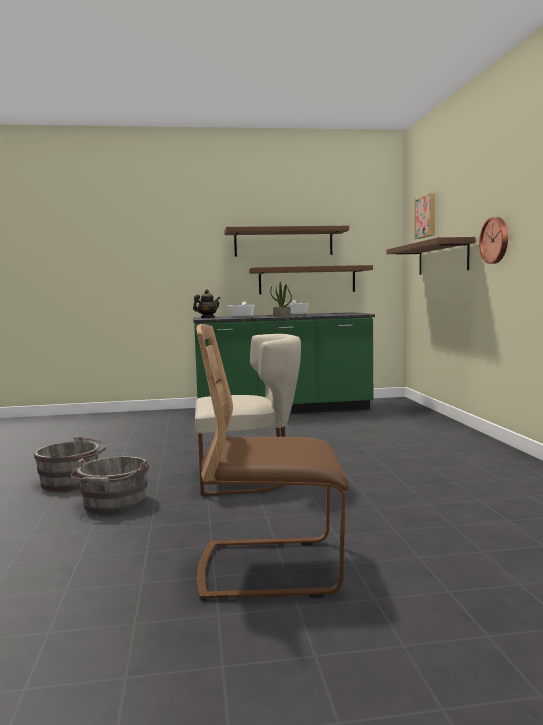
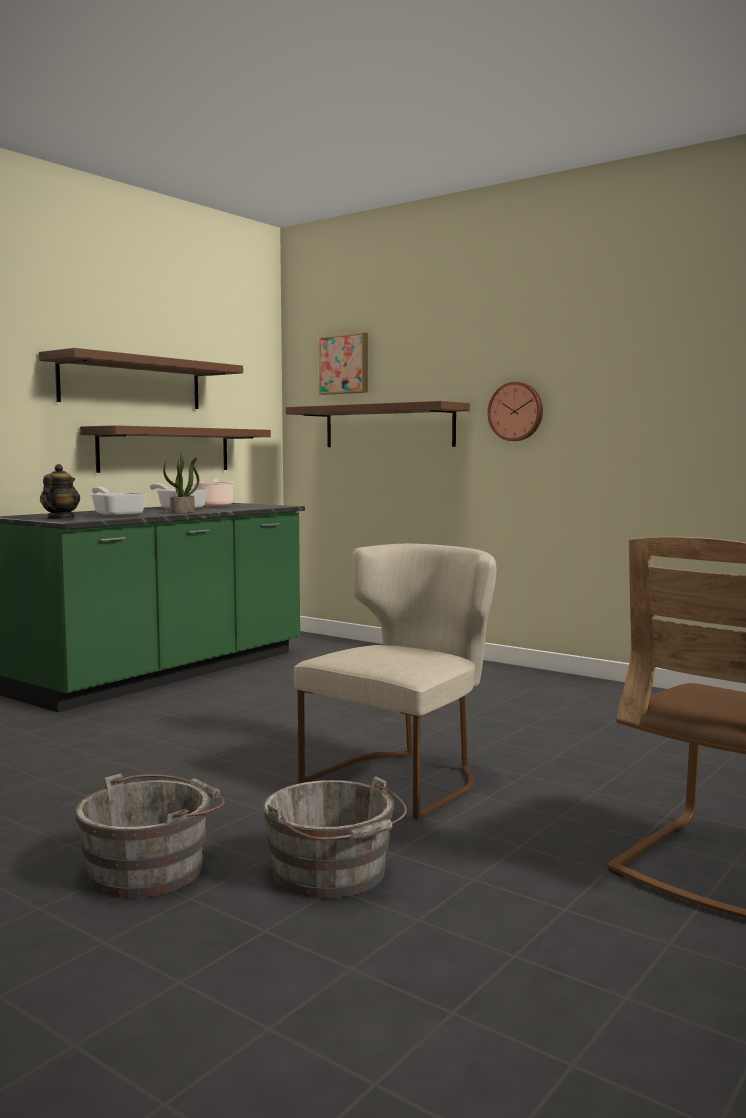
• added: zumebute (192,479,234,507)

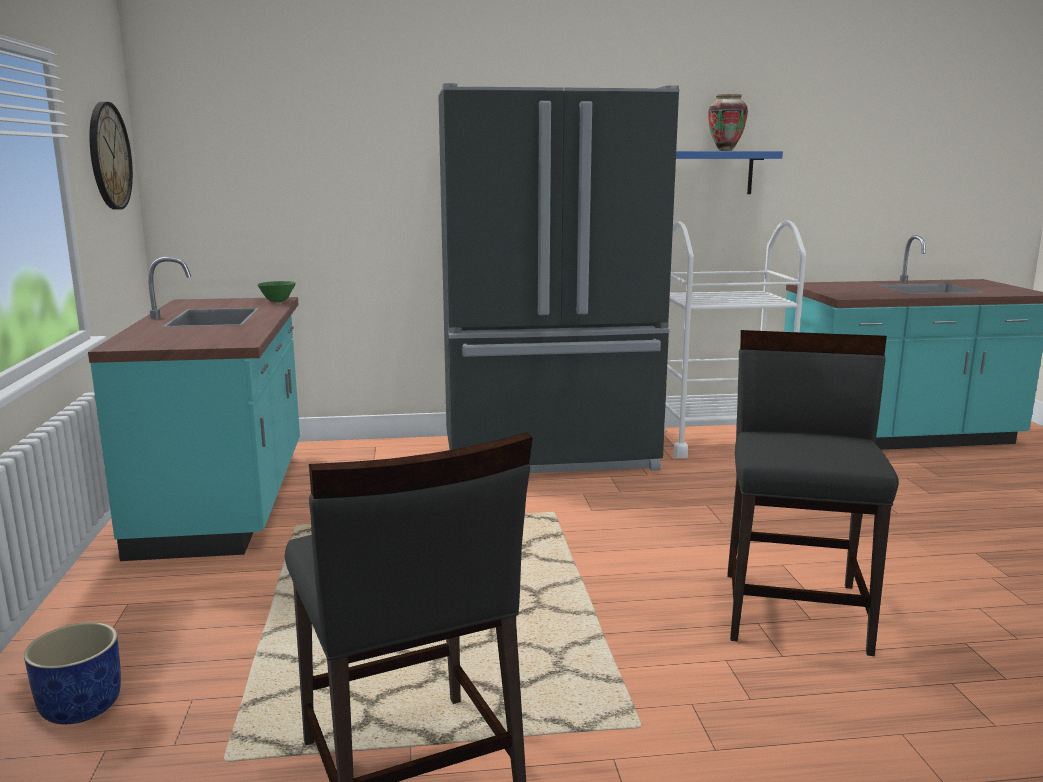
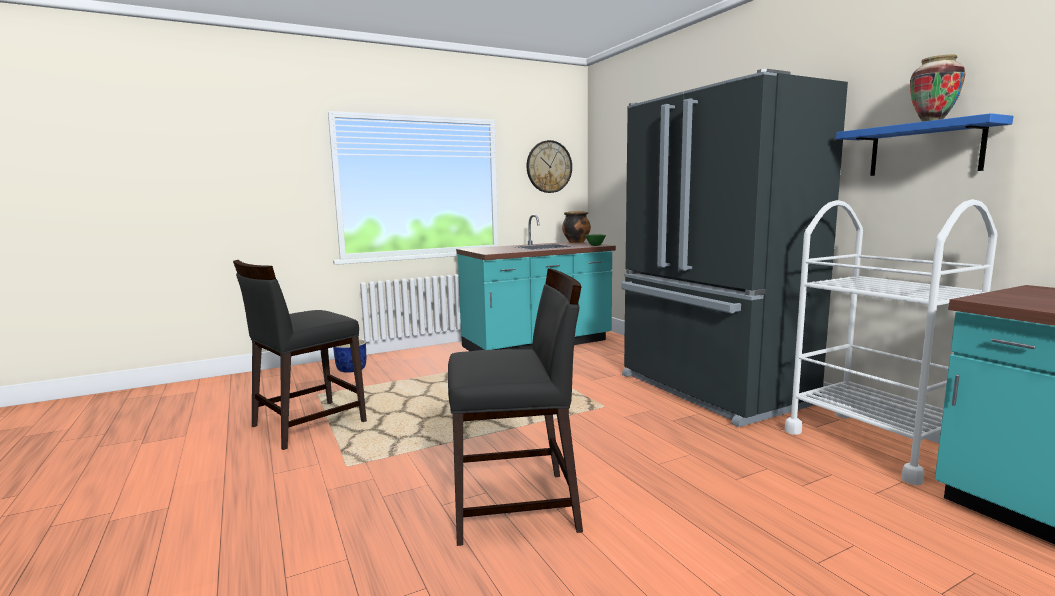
• added: zumebute (562,211,591,243)

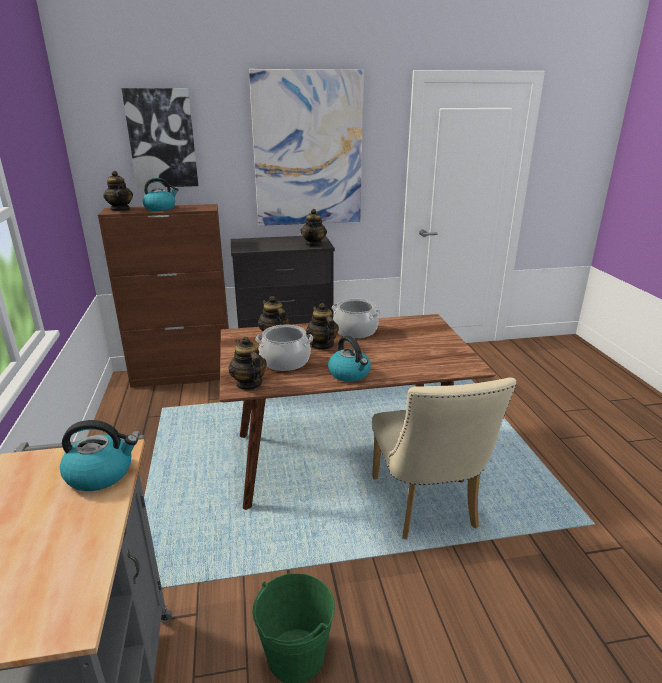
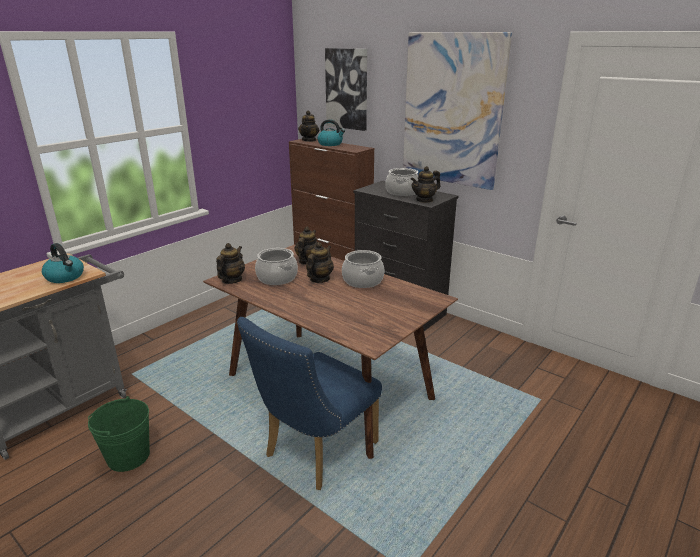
• removed: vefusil (328,336,371,382)
• recoloured: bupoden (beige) (372,377,516,540) to bupoden (blue) (237,317,382,490)
• added: zumebute (385,168,418,196)

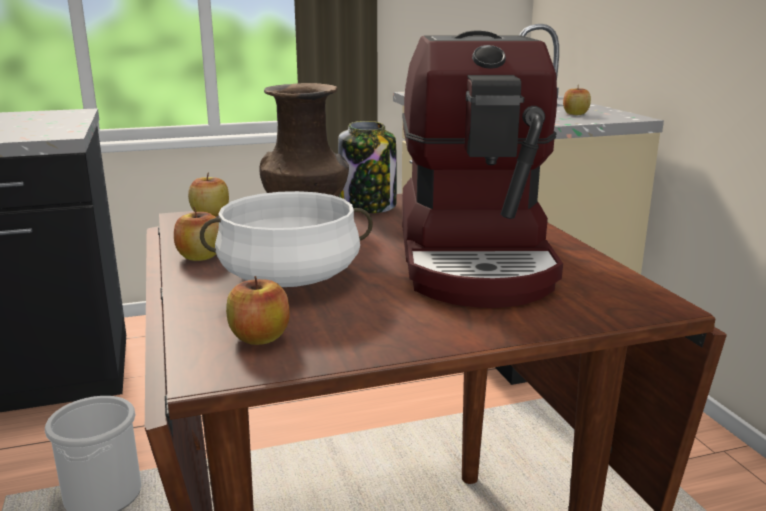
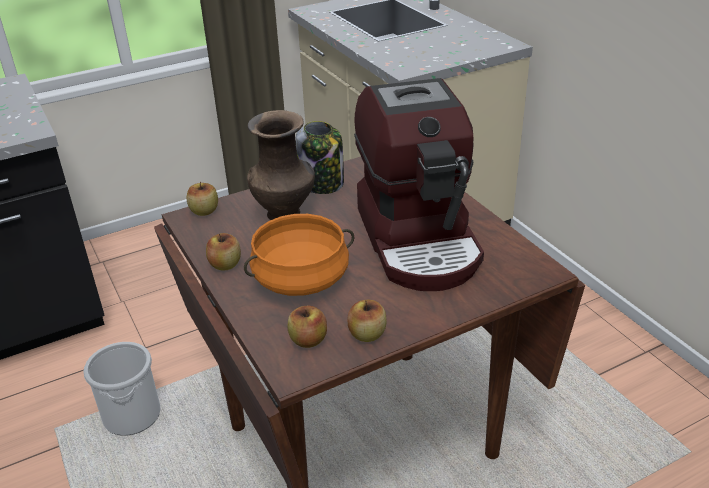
• moved: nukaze (563,88,591,115) to (348,300,386,342)
• recoloured: zumebute (white) (200,191,373,287) to zumebute (orange) (244,214,354,296)

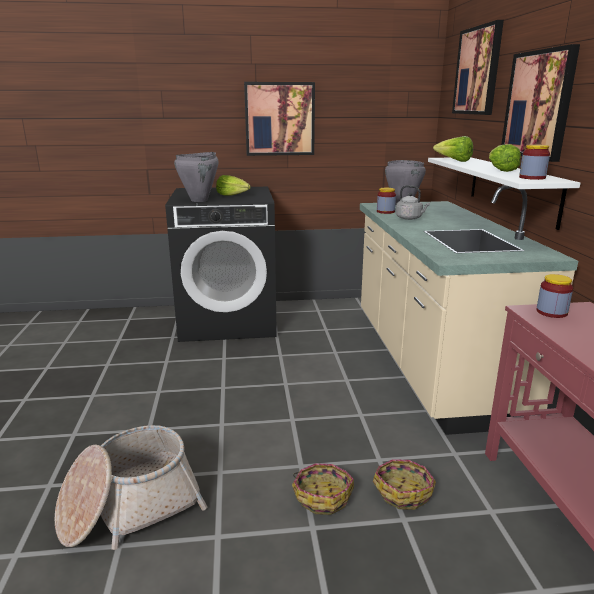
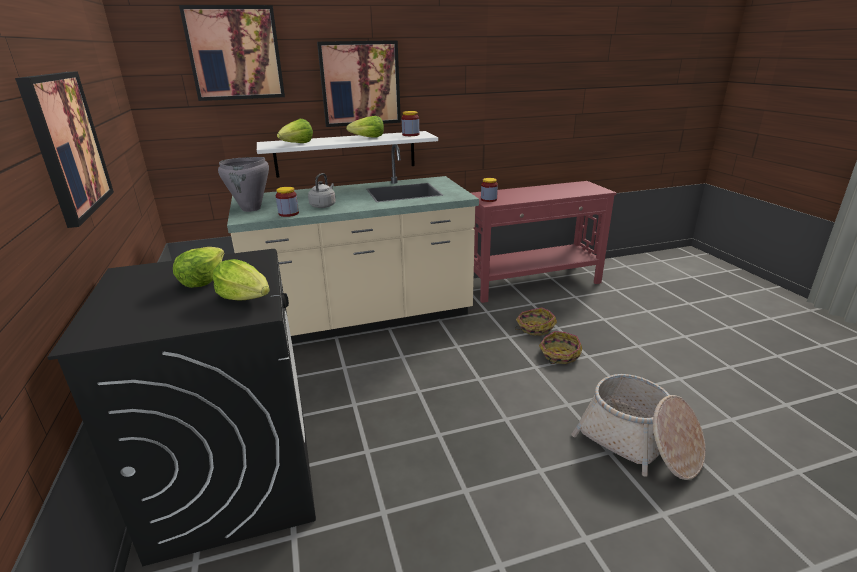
• replaced: zumebute (grey) (174,152,218,202) to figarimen (212,259,270,301)

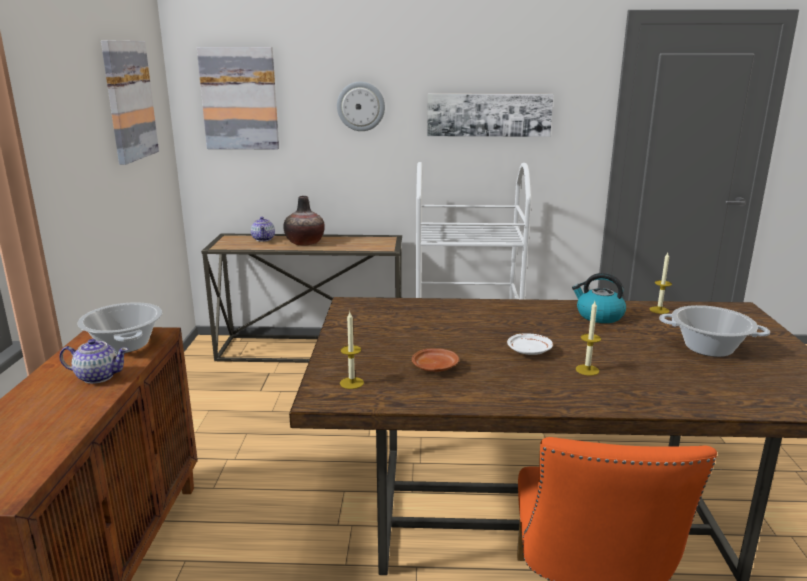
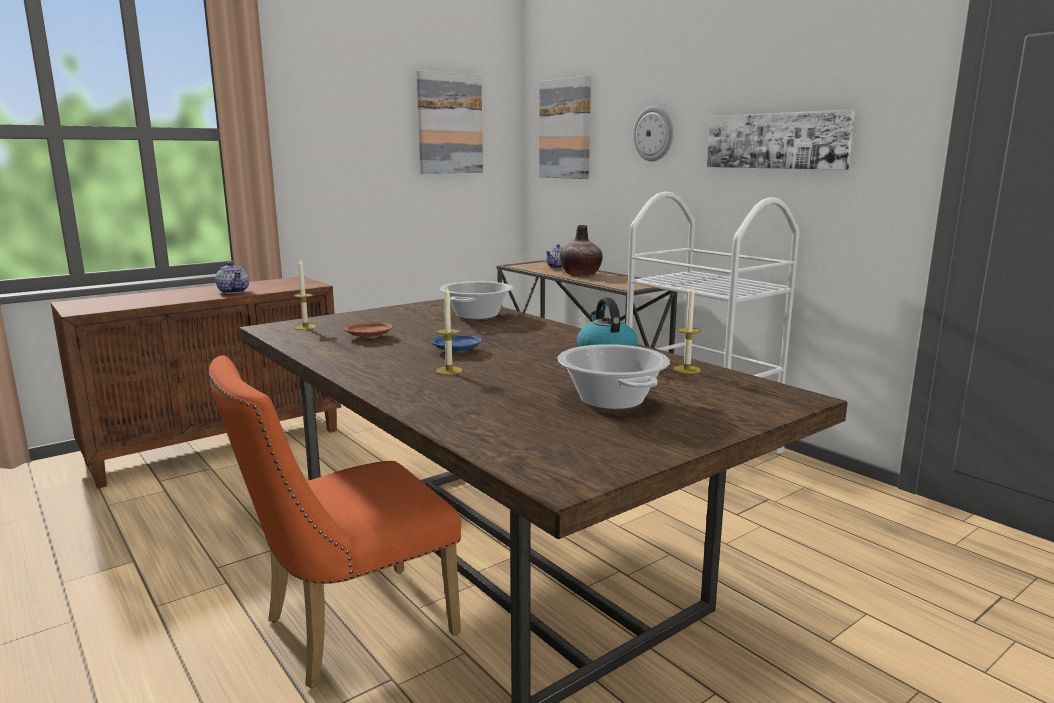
• moved: zumebute (77,302,163,354) to (440,281,513,320)
• recoloured: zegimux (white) (507,333,553,355) to zegimux (blue) (431,334,482,353)

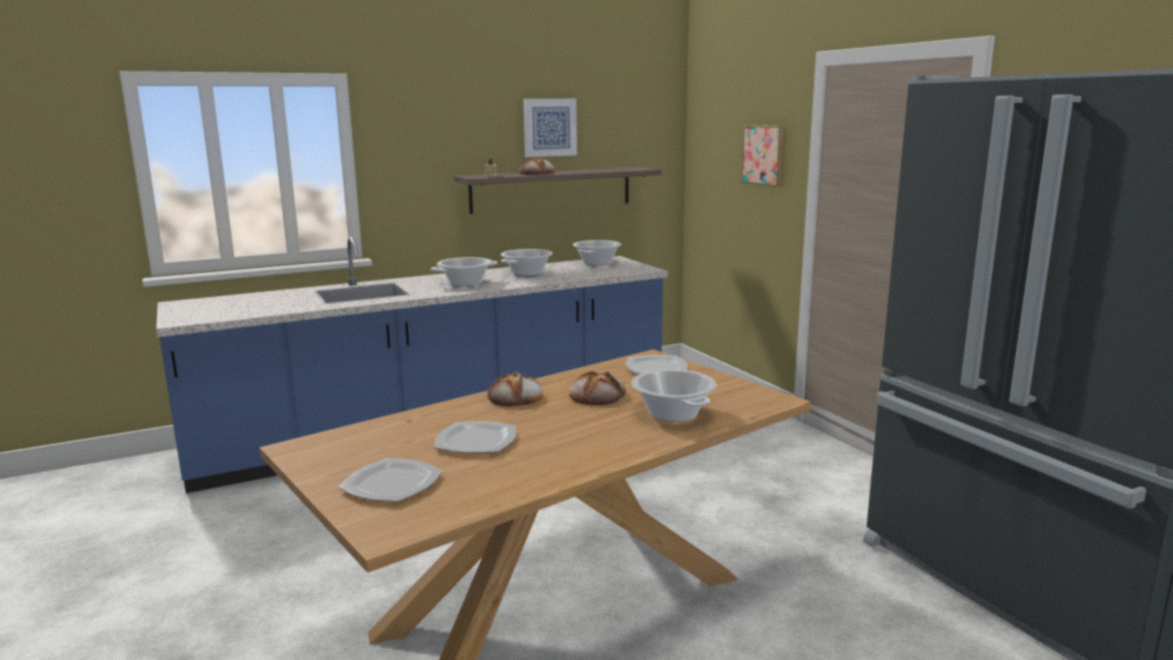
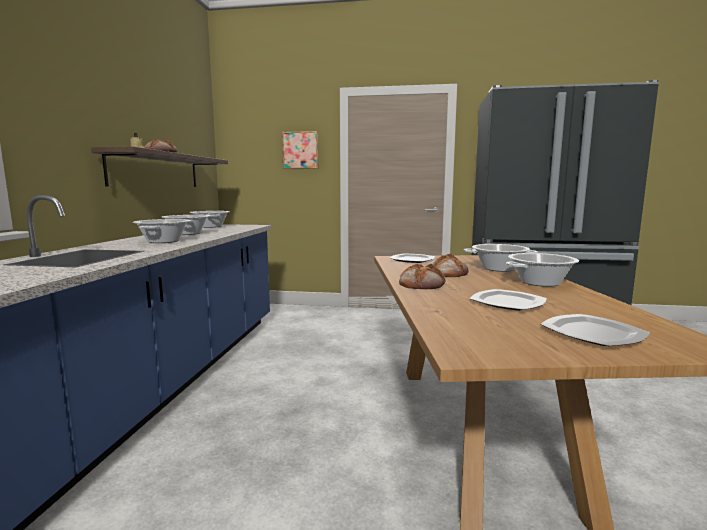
• removed: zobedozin (523,99,577,157)
• added: zumebute (506,253,579,287)

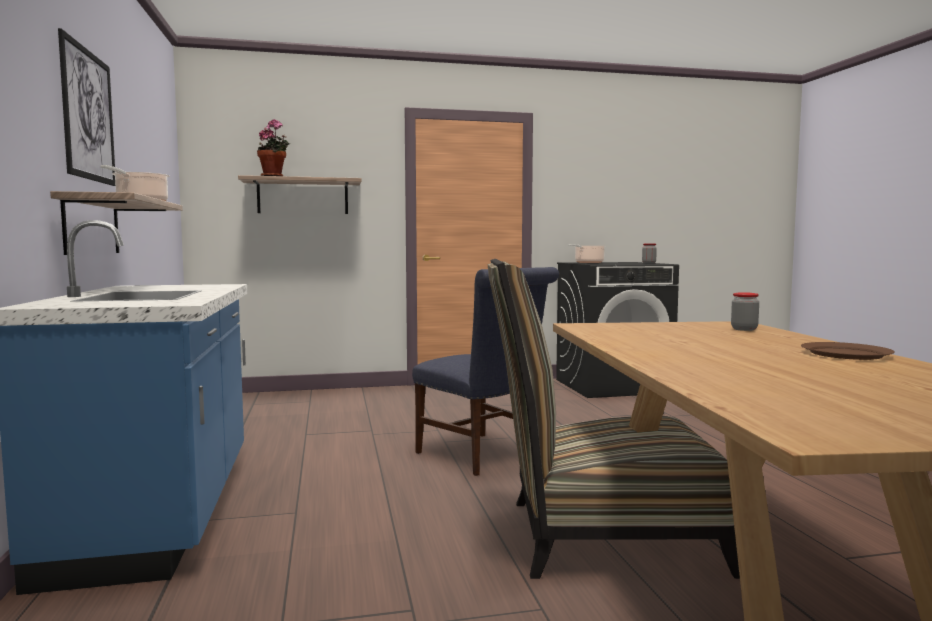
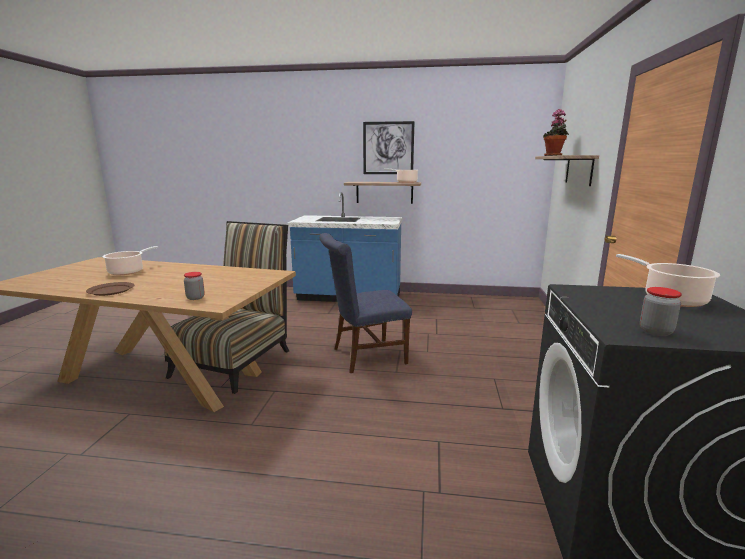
• added: zumebute (102,246,159,275)

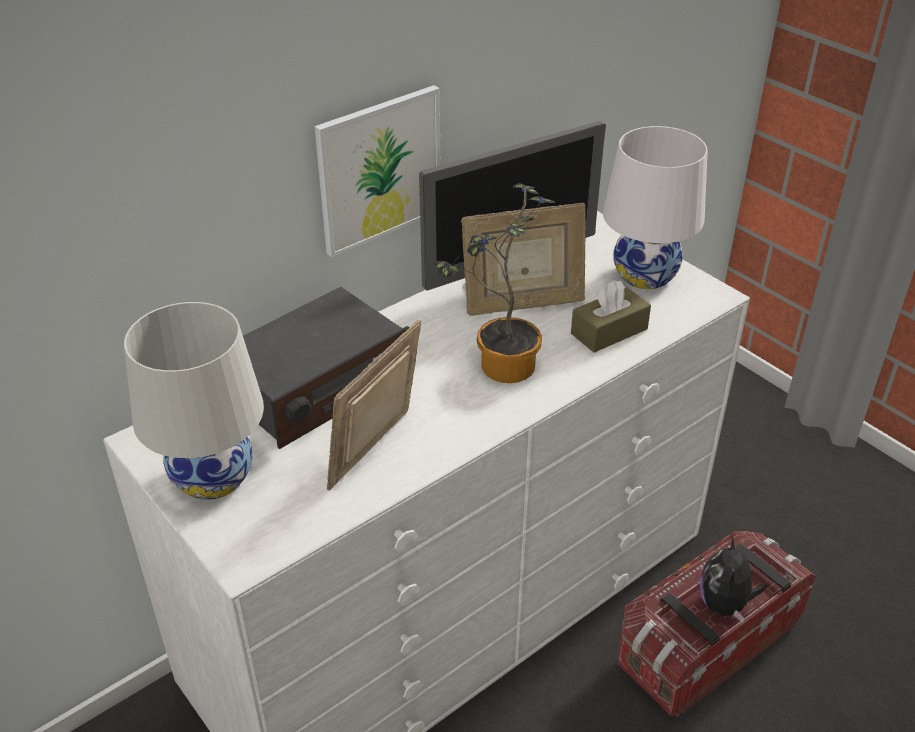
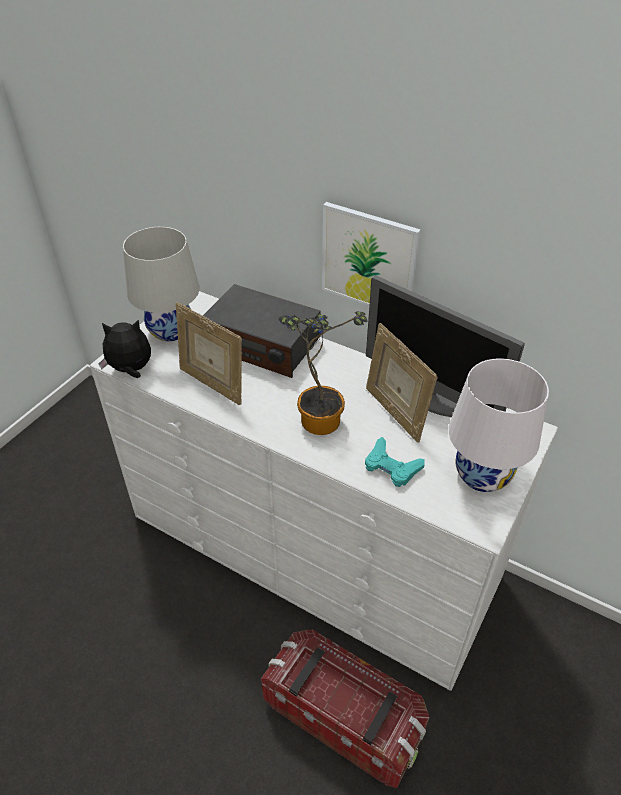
• replaced: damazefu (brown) (571,280,651,353) to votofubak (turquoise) (365,437,425,487)
• turned: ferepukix (327,320,421,490) = (176,302,242,405) 150 degrees counterclockwise
• moved: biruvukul (700,536,767,623) to (99,319,151,378)

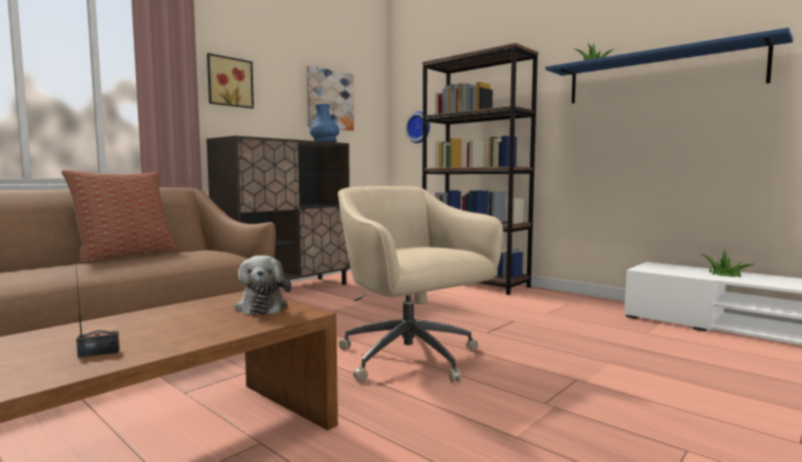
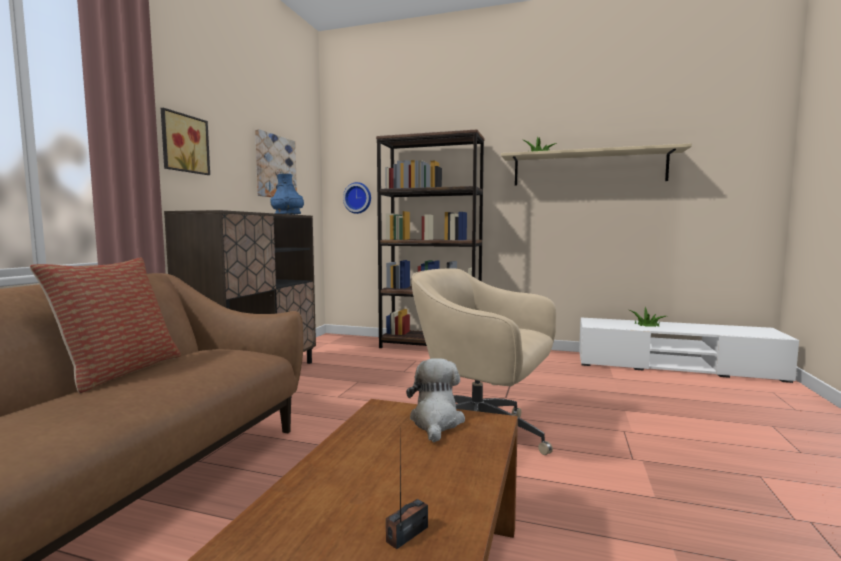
• recoloured: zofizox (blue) (546,28,793,103) to zofizox (beige) (501,143,692,186)
• turned: biruvukul (235,255,291,315) = (406,358,465,442) 135 degrees counterclockwise

